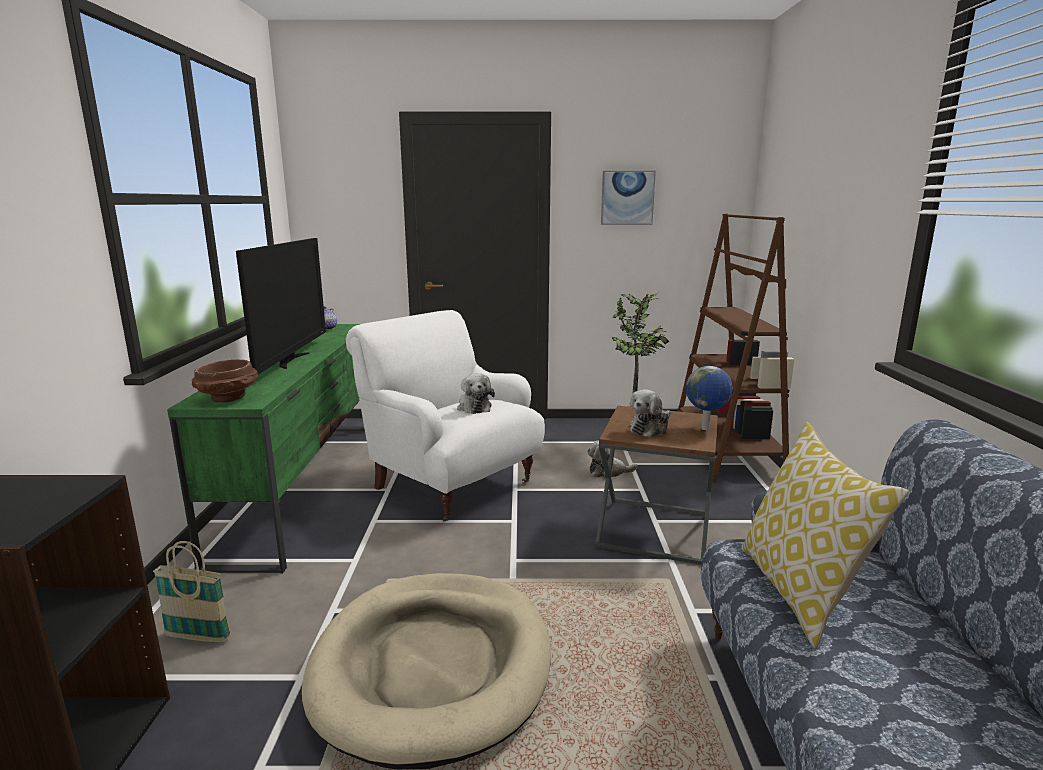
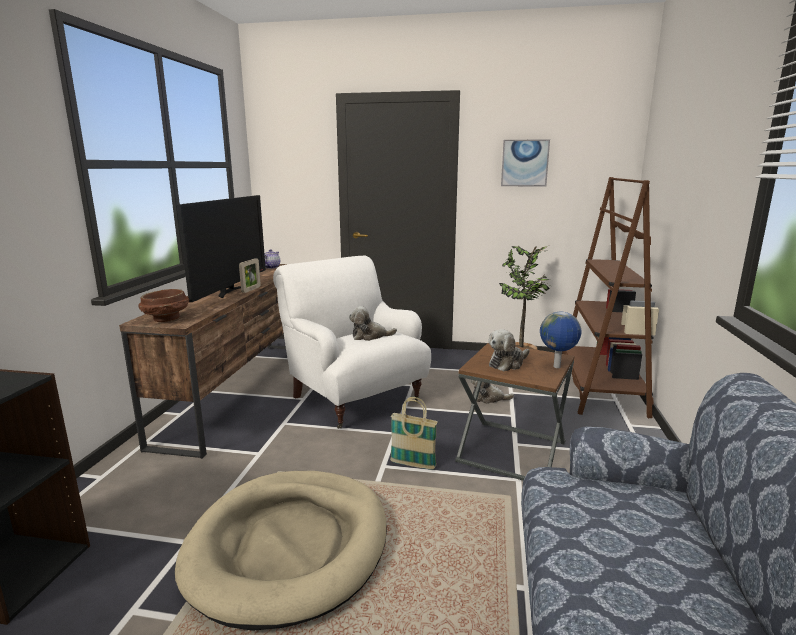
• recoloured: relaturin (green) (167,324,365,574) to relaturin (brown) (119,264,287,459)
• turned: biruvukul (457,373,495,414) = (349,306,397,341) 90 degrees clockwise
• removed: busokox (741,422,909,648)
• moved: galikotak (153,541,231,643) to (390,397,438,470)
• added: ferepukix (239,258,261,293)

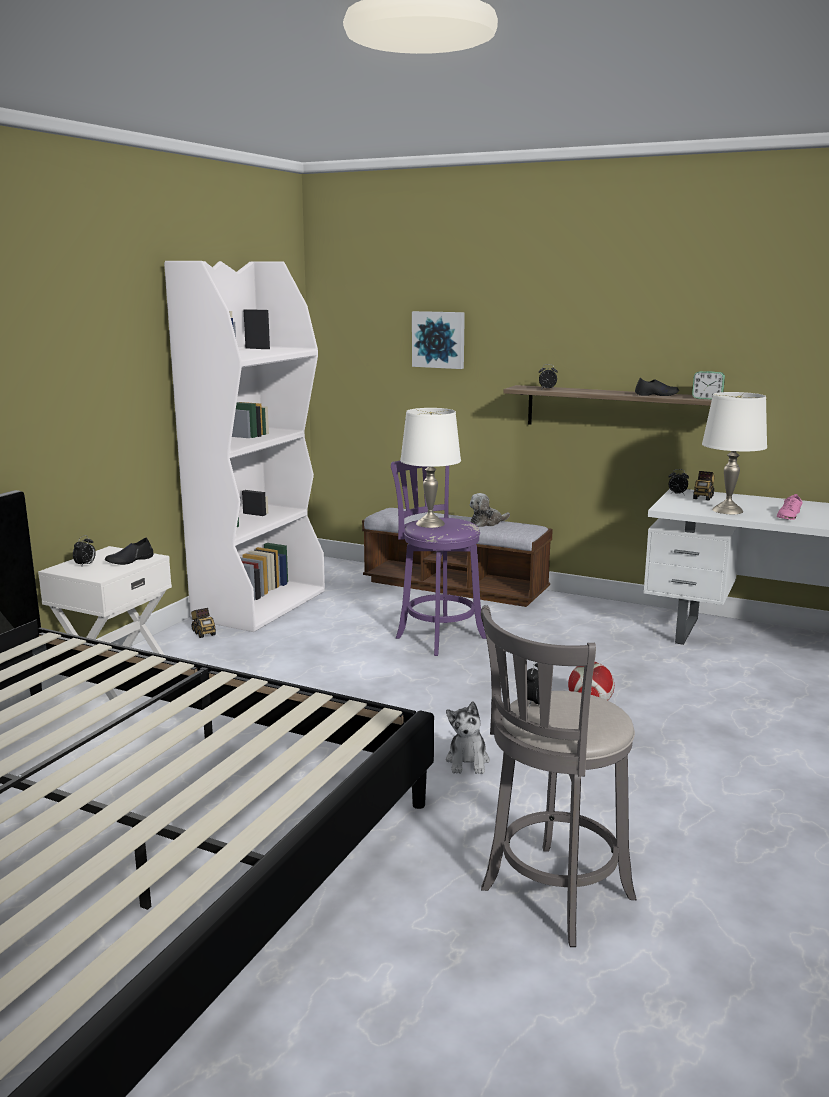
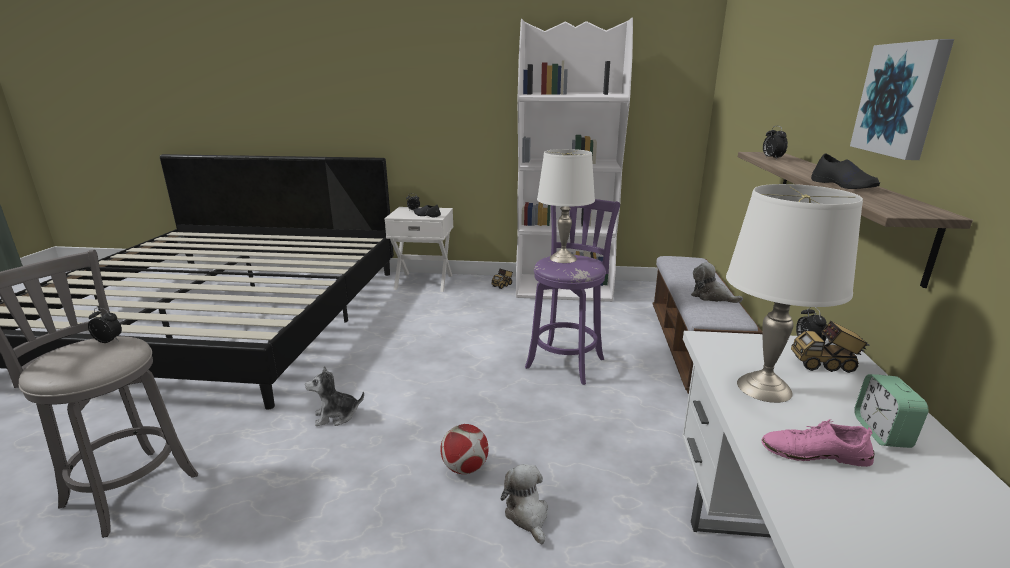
• moved: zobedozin (412,311,465,369) to (850,39,954,160)
• moved: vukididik (692,371,725,400) to (854,374,929,448)
• added: biruvukul (501,464,548,544)

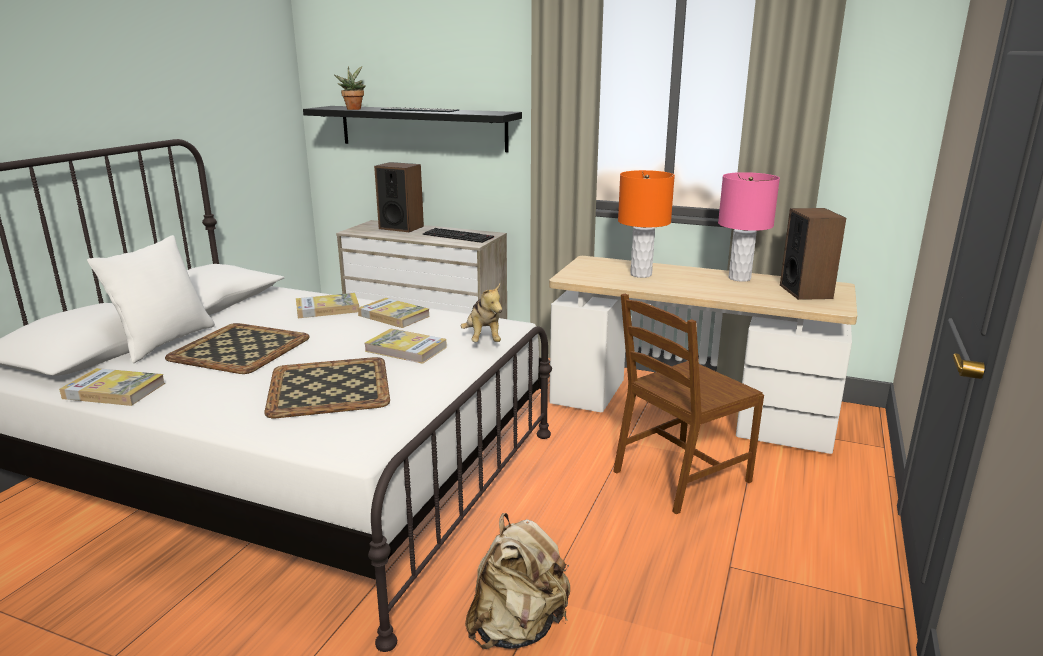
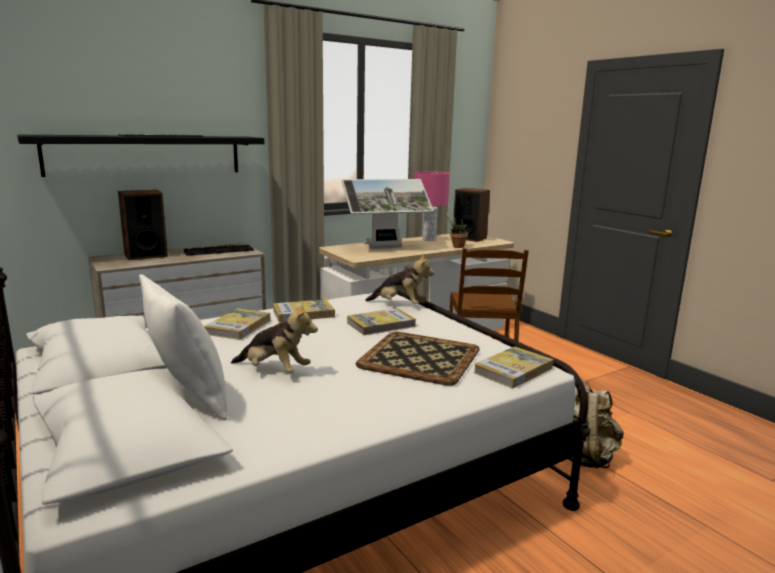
• moved: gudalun (334,66,366,110) to (445,212,468,248)
• replaced: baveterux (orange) (618,170,675,278) to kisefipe (342,179,434,249)
• replaced: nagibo (165,323,309,374) to biruvukul (231,302,318,373)
• moved: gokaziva (59,368,165,406) to (474,347,553,389)

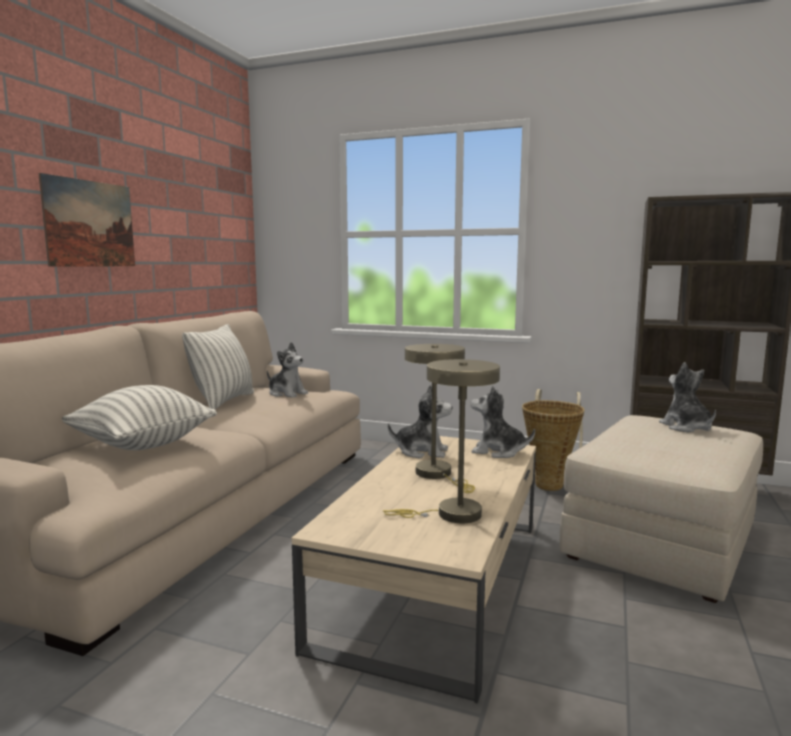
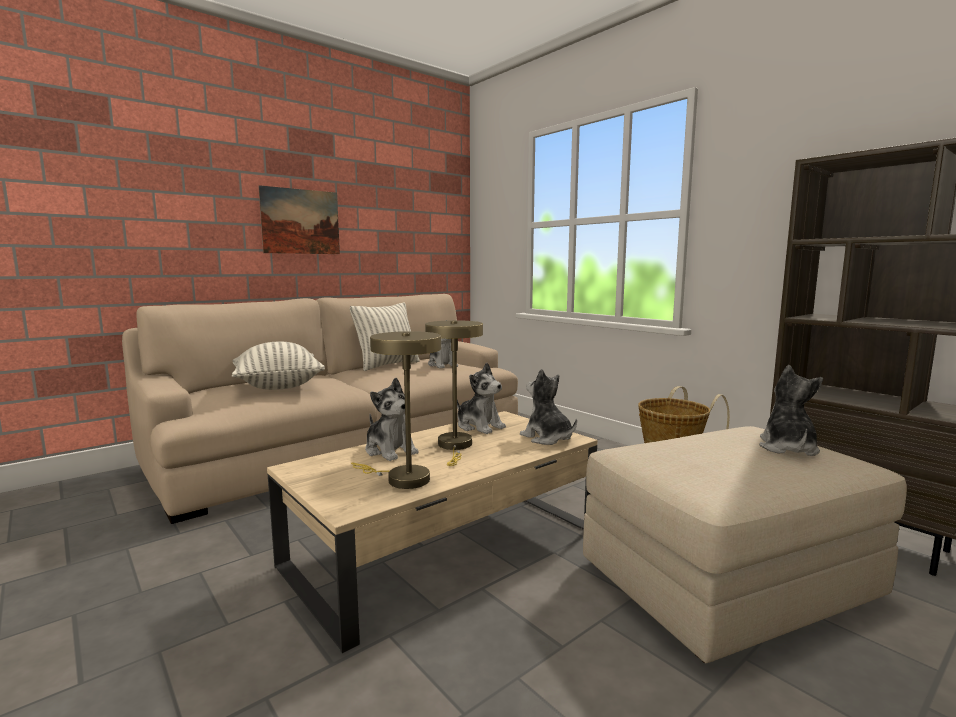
• added: biruvukul (365,378,419,461)

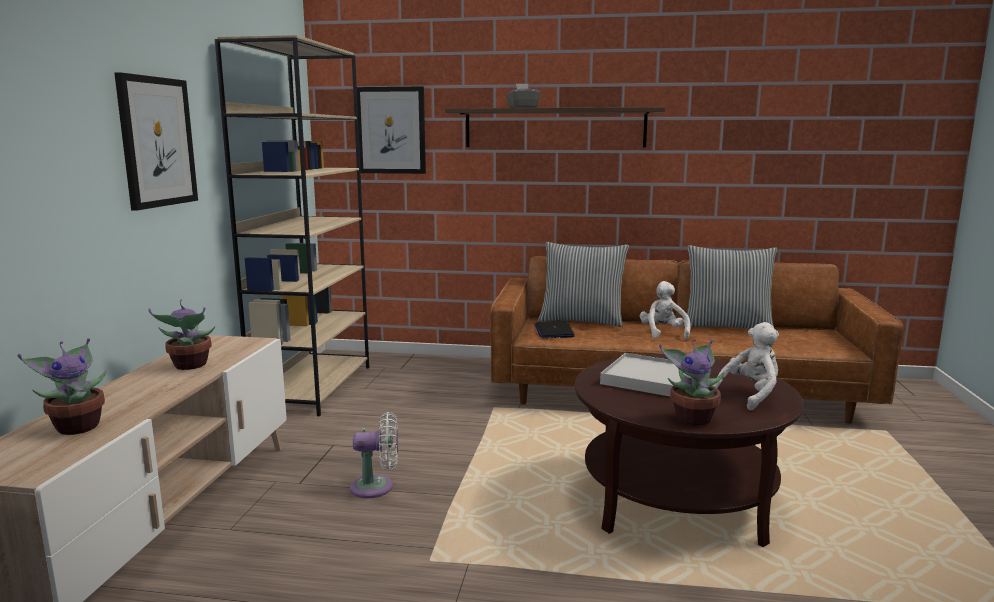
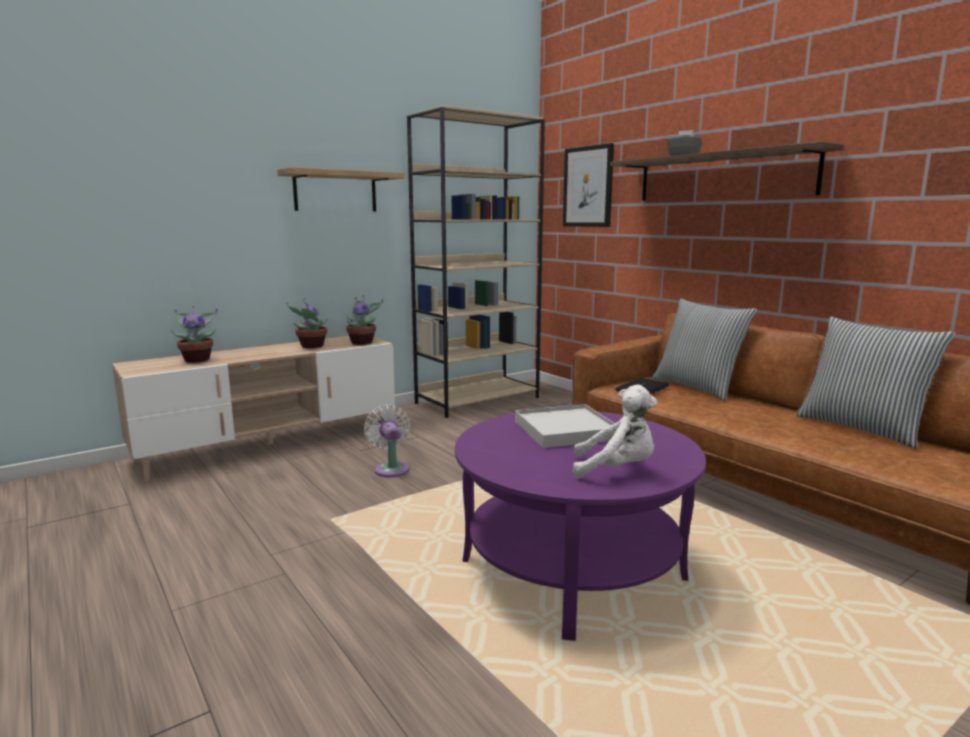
• replaced: zobedozin (114,72,198,210) to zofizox (277,167,404,211)
• removed: biruvukul (white) (640,281,691,339)
• moved: gudalun (659,339,724,426) to (346,295,383,345)
• recoloured: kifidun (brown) (575,354,804,547) to kifidun (purple) (455,411,706,641)
• turned: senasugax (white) (350,412,398,498) = (364,405,410,477) 150 degrees counterclockwise

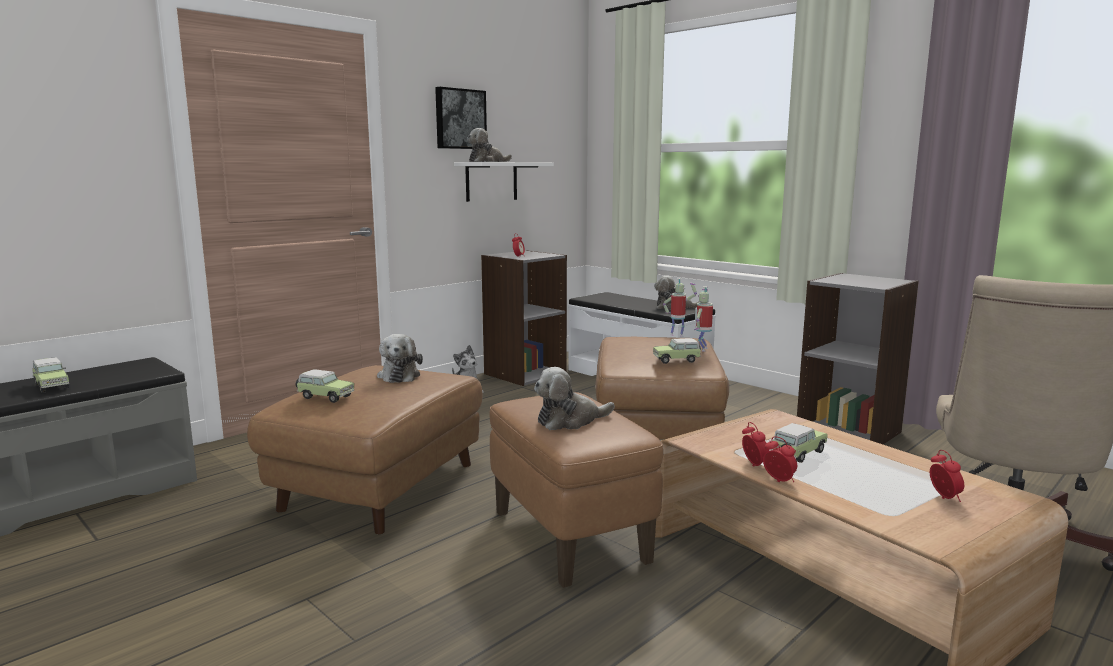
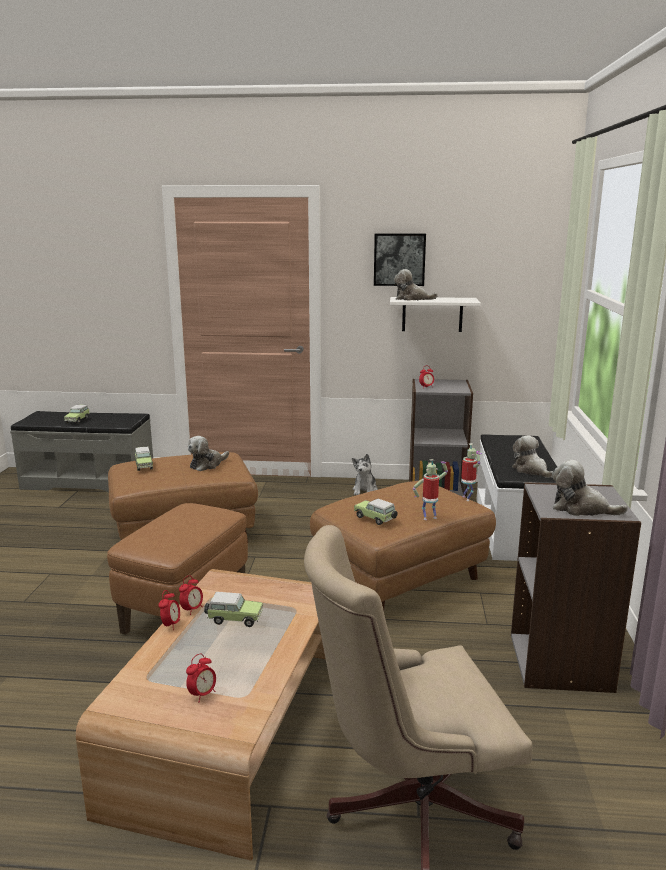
• moved: biruvukul (534,367,615,430) to (552,460,628,516)

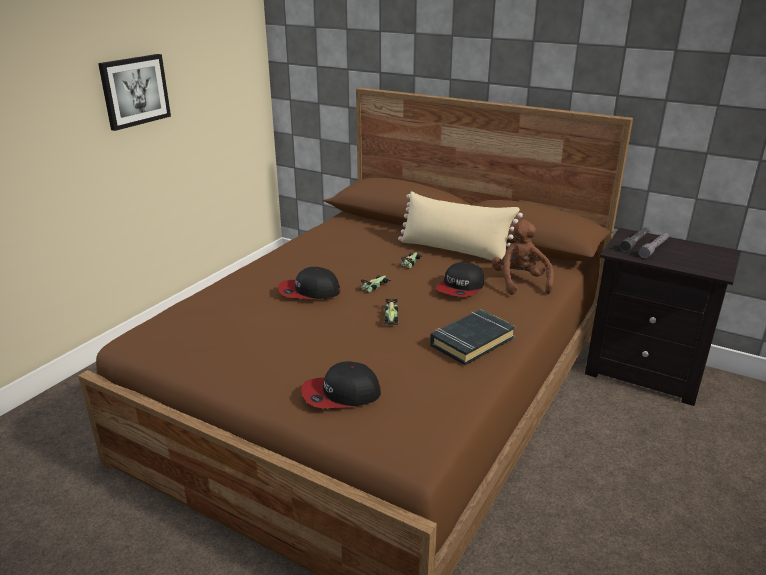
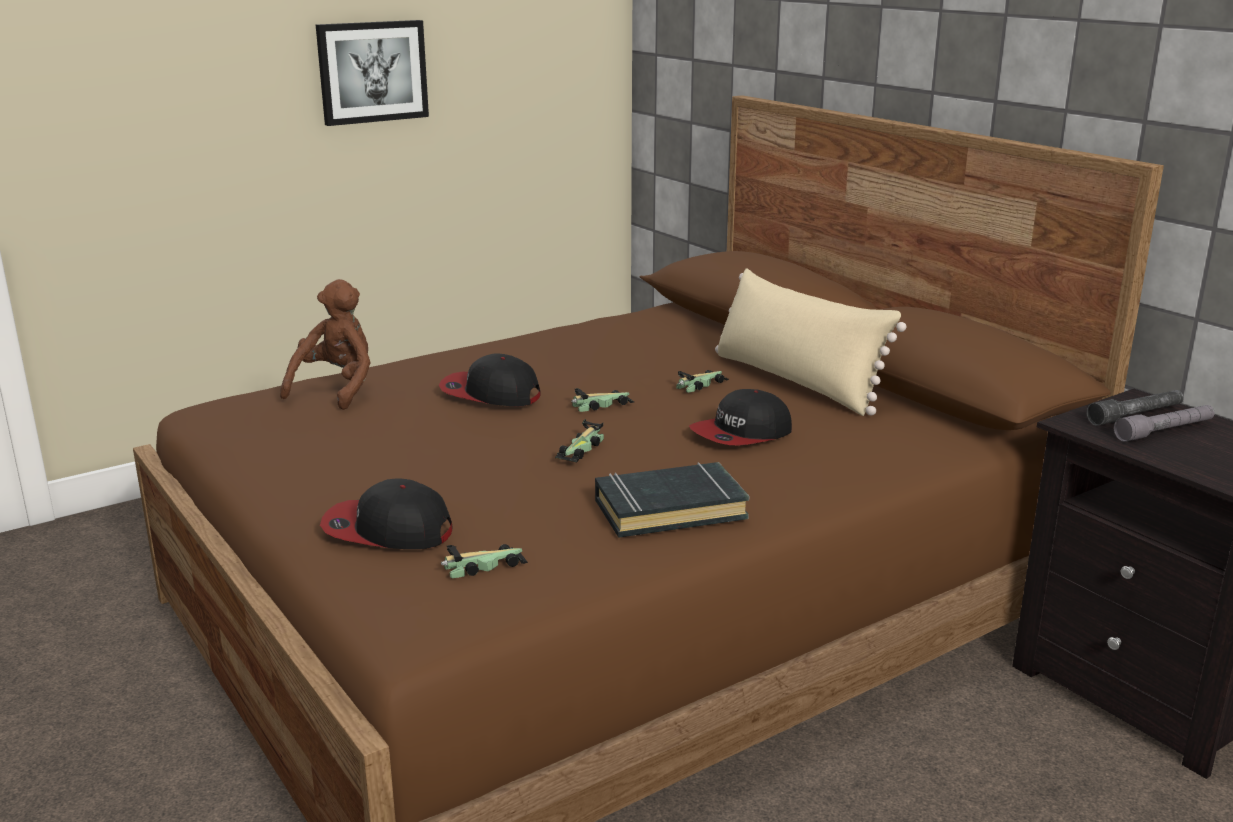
• moved: biruvukul (brown) (492,220,554,295) to (280,279,371,410)
• added: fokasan (441,544,528,578)

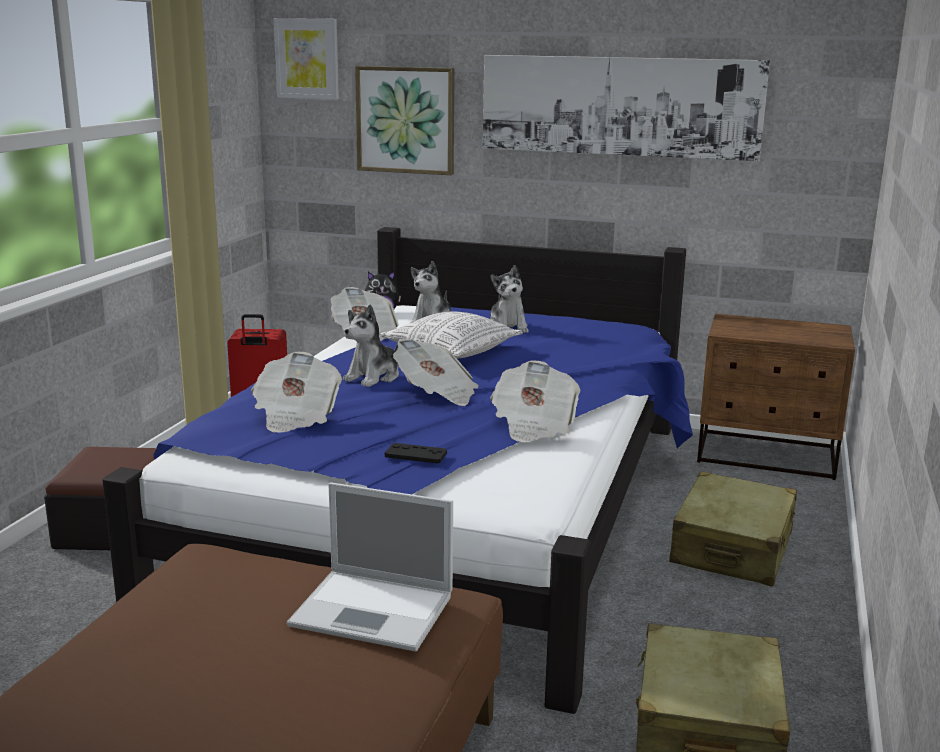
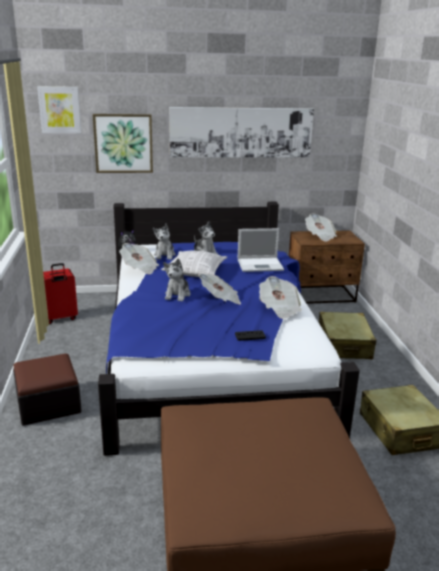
• moved: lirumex (251,352,342,432) to (305,213,337,242)
• moved: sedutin (287,482,453,651) to (238,228,284,272)

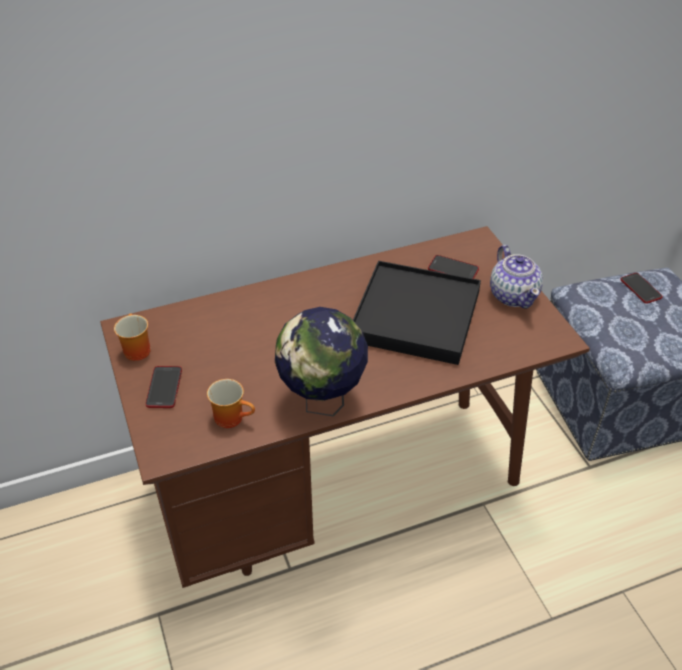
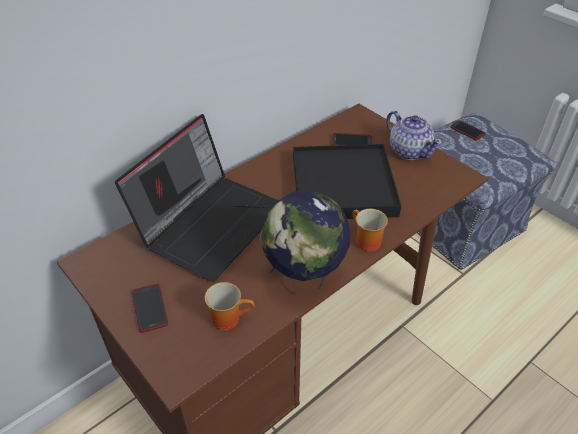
• moved: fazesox (114,314,151,361) to (352,209,388,252)
• added: sedutin (115,114,278,282)

